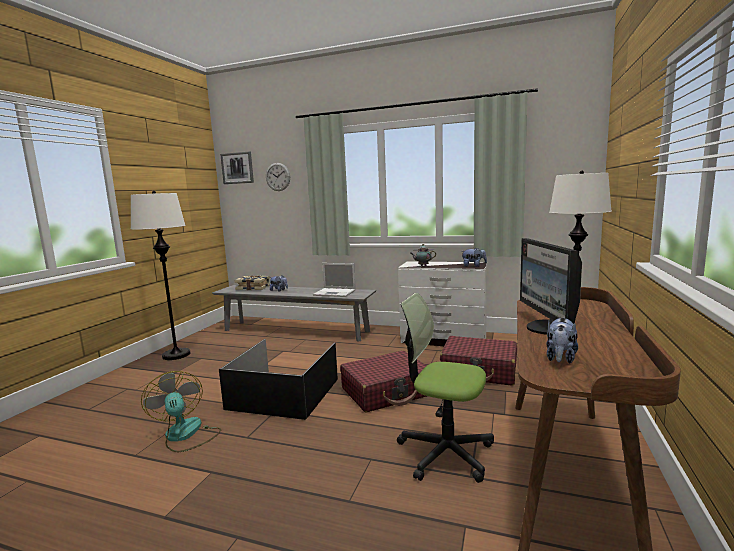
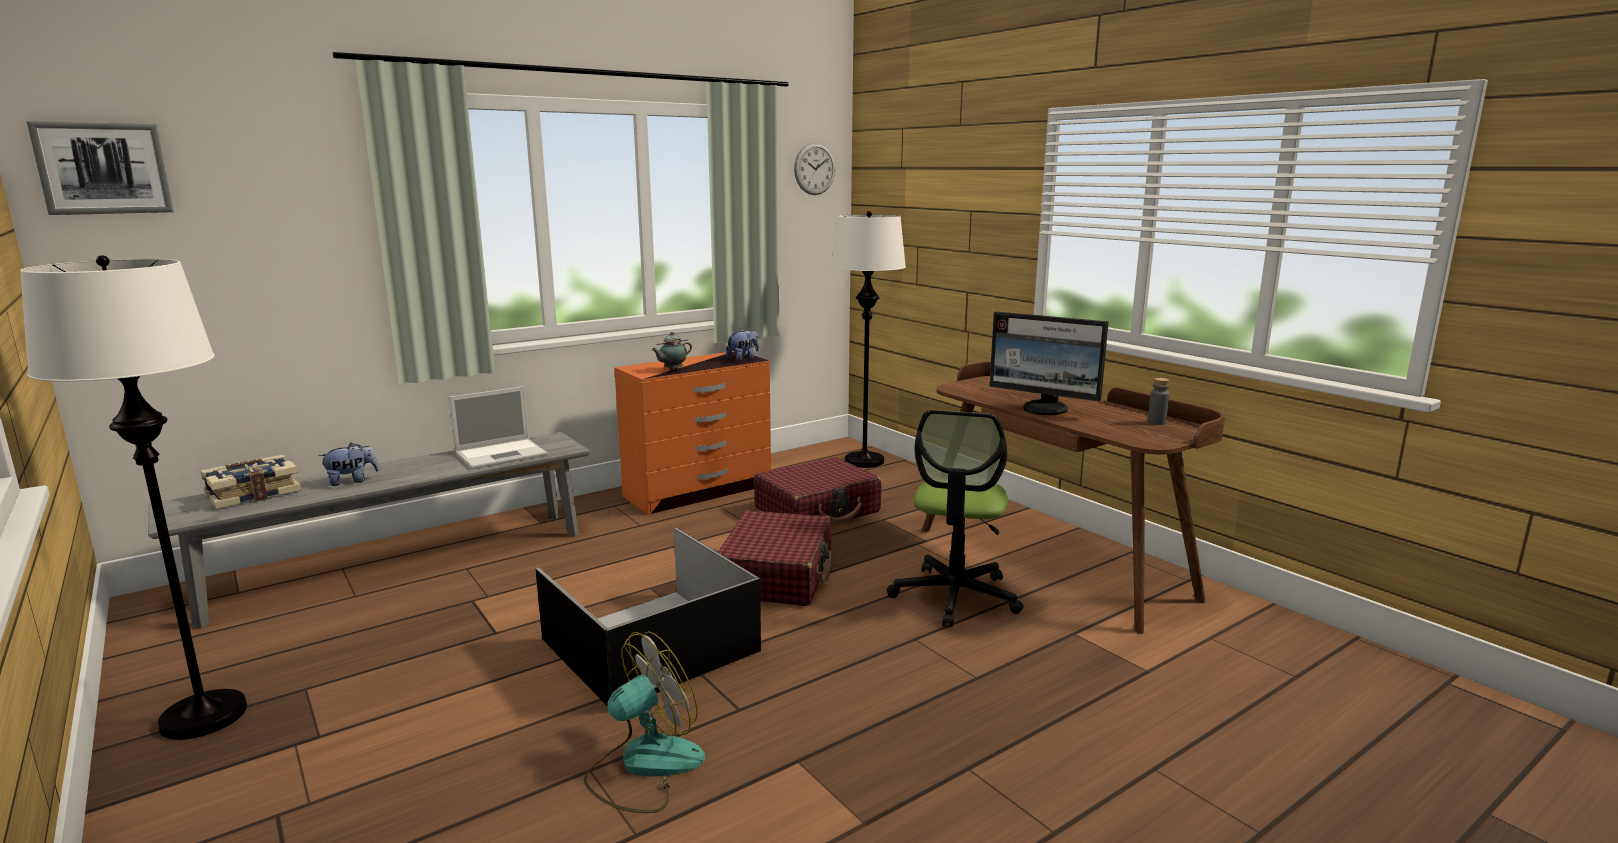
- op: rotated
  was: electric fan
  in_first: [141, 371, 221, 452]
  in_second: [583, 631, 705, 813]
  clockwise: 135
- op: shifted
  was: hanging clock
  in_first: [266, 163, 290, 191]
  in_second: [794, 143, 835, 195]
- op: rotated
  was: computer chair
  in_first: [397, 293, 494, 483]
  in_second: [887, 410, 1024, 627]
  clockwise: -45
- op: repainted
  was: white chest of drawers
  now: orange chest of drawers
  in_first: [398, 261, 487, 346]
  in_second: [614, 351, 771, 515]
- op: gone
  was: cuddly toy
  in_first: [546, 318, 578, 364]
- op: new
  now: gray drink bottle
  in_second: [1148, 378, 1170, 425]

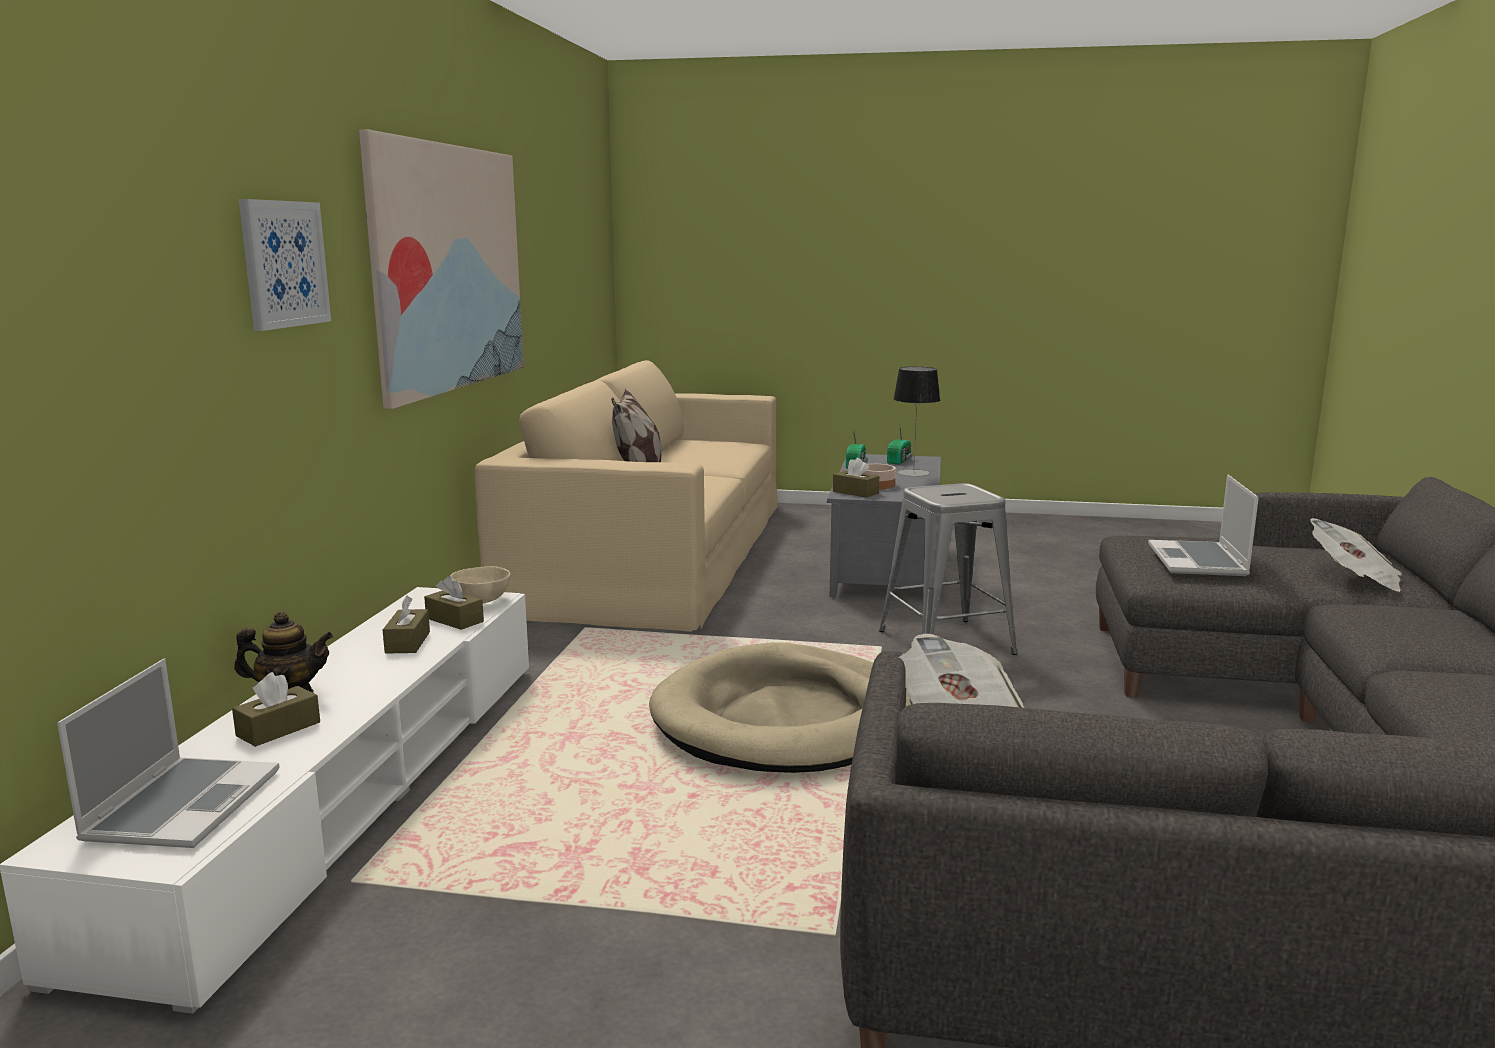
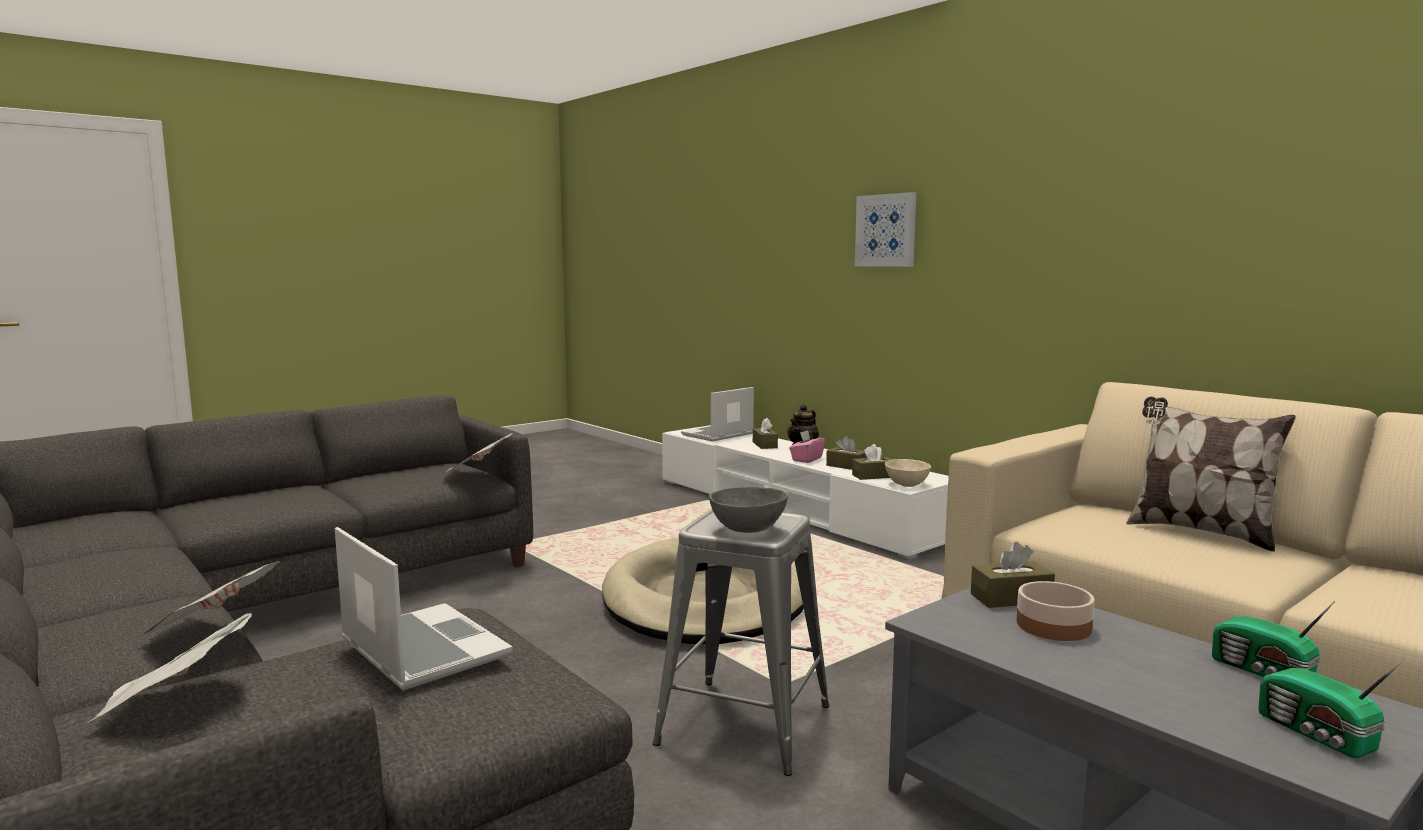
- op: rotated
  was: notebook computer
  in_first: [57, 659, 279, 848]
  in_second: [681, 387, 754, 442]
  clockwise: 90
- op: gone
  was: wall art
  in_first: [359, 130, 524, 409]
- op: gone
  was: table lamp
  in_first: [893, 367, 940, 476]
- op: new
  now: printed paper
  in_second: [137, 561, 280, 638]
- op: new
  now: gray serving bowl
  in_second: [709, 487, 788, 533]
- op: new
  now: pinkish box of tissues
  in_second: [789, 430, 825, 463]

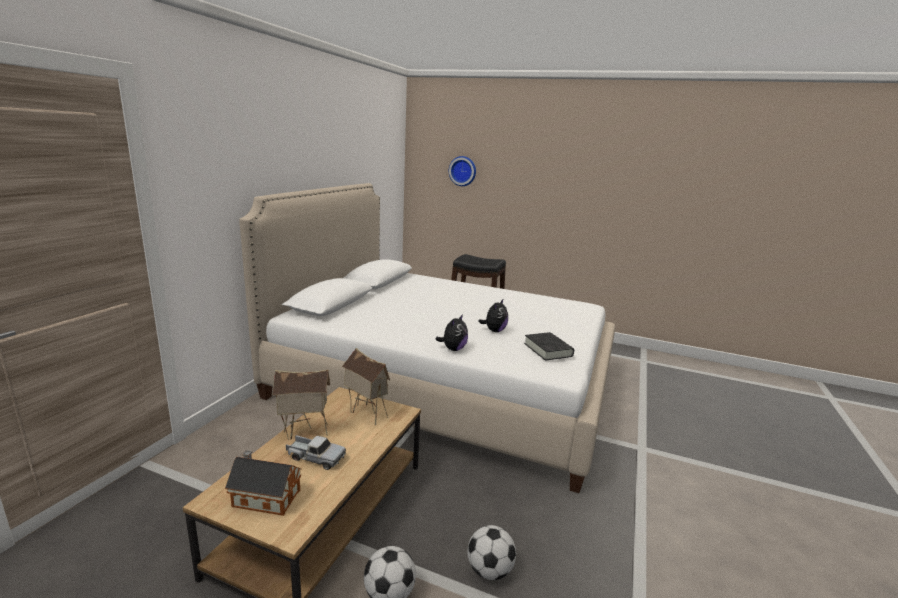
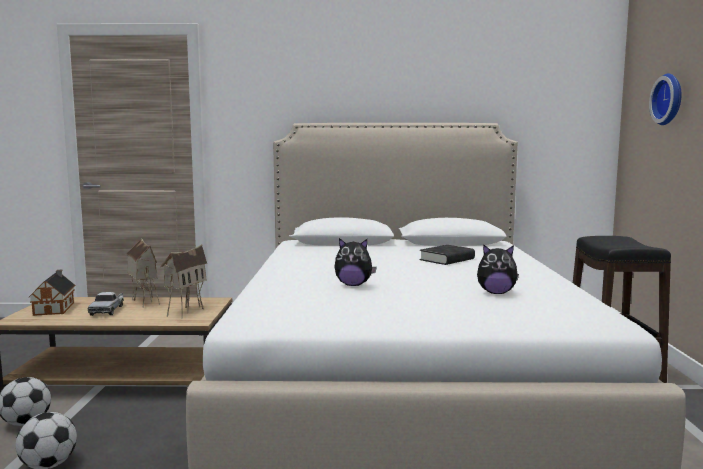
- op: shifted
  was: cuddly toy
  in_first: [436, 314, 468, 351]
  in_second: [477, 244, 519, 294]
- op: shifted
  was: blackish bound book
  in_first: [524, 332, 574, 361]
  in_second: [420, 245, 475, 265]

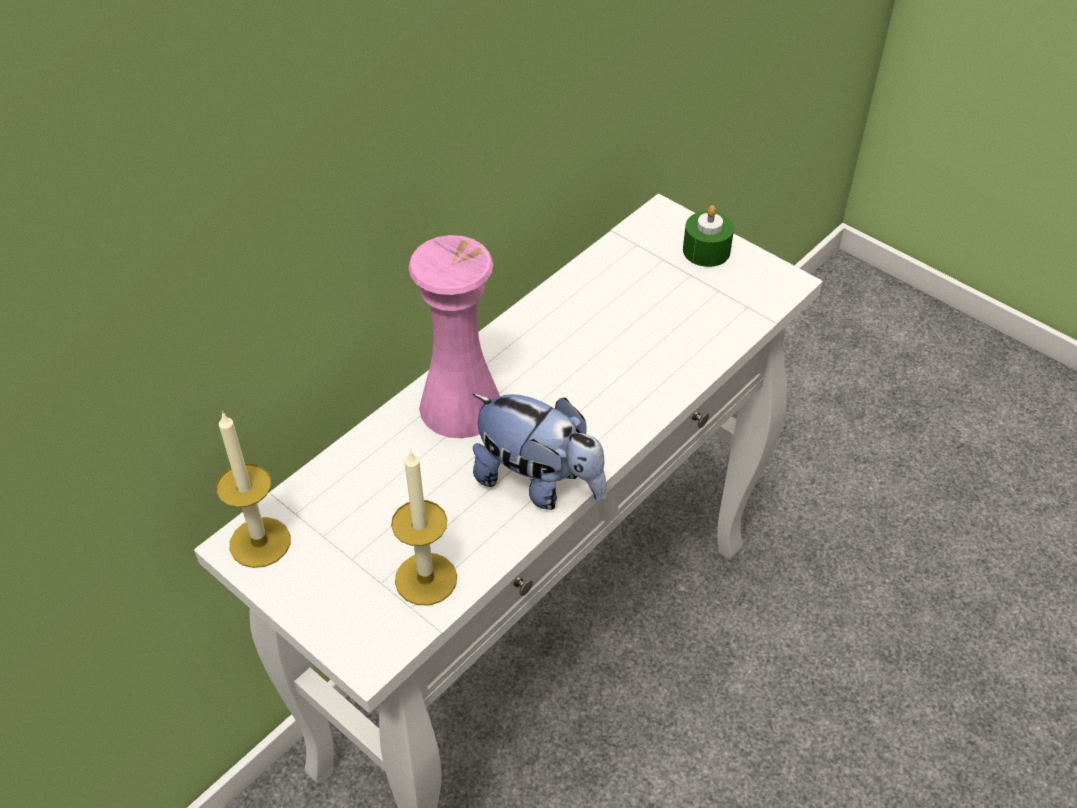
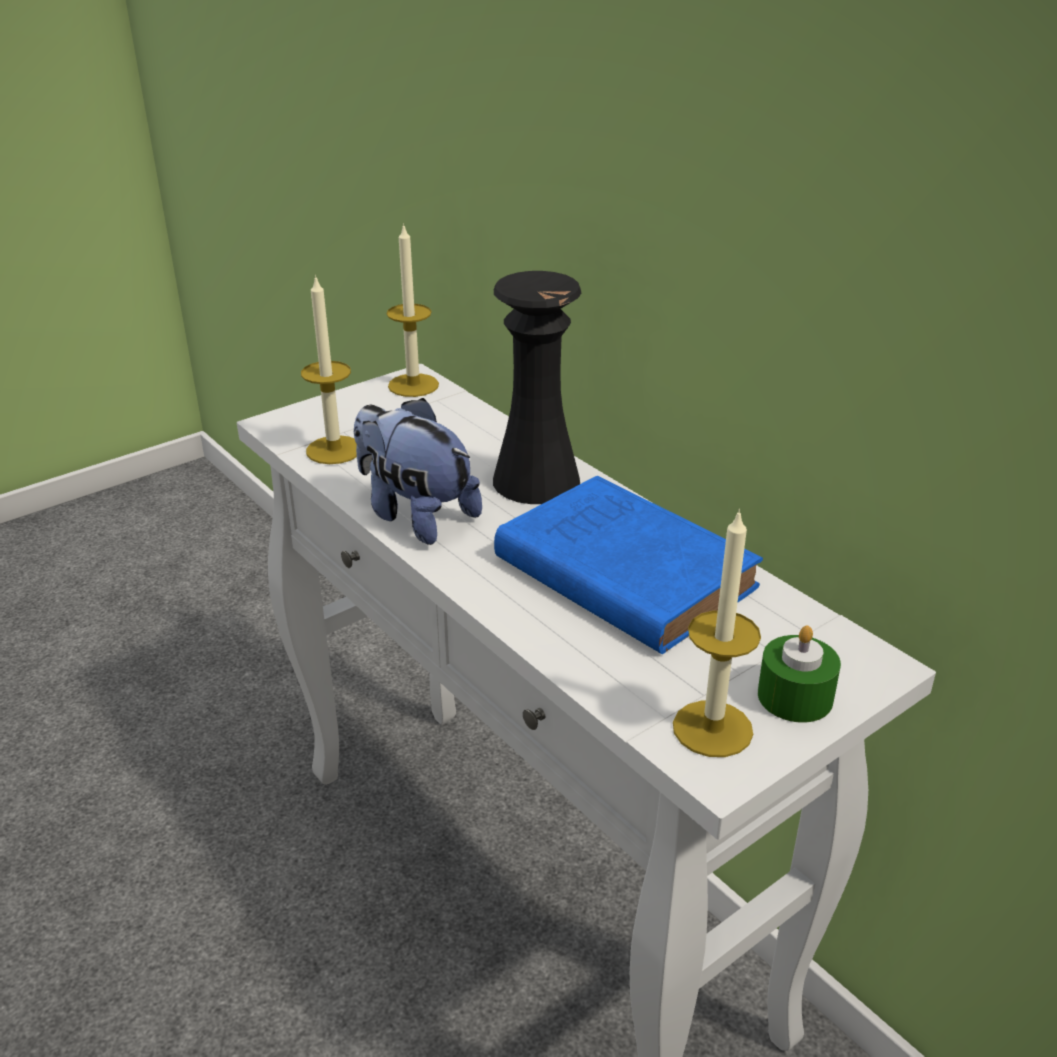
- op: repainted
  was: pinkish vase
  now: blackish vase
  in_first: [408, 235, 500, 438]
  in_second: [493, 271, 581, 504]
- op: rotated
  was: cuddly toy
  in_first: [473, 394, 606, 510]
  in_second: [354, 398, 482, 545]
  clockwise: 90
- op: new
  now: blue bound book
  in_second: [494, 476, 763, 654]
- op: new
  now: candle
  in_second: [673, 509, 761, 757]

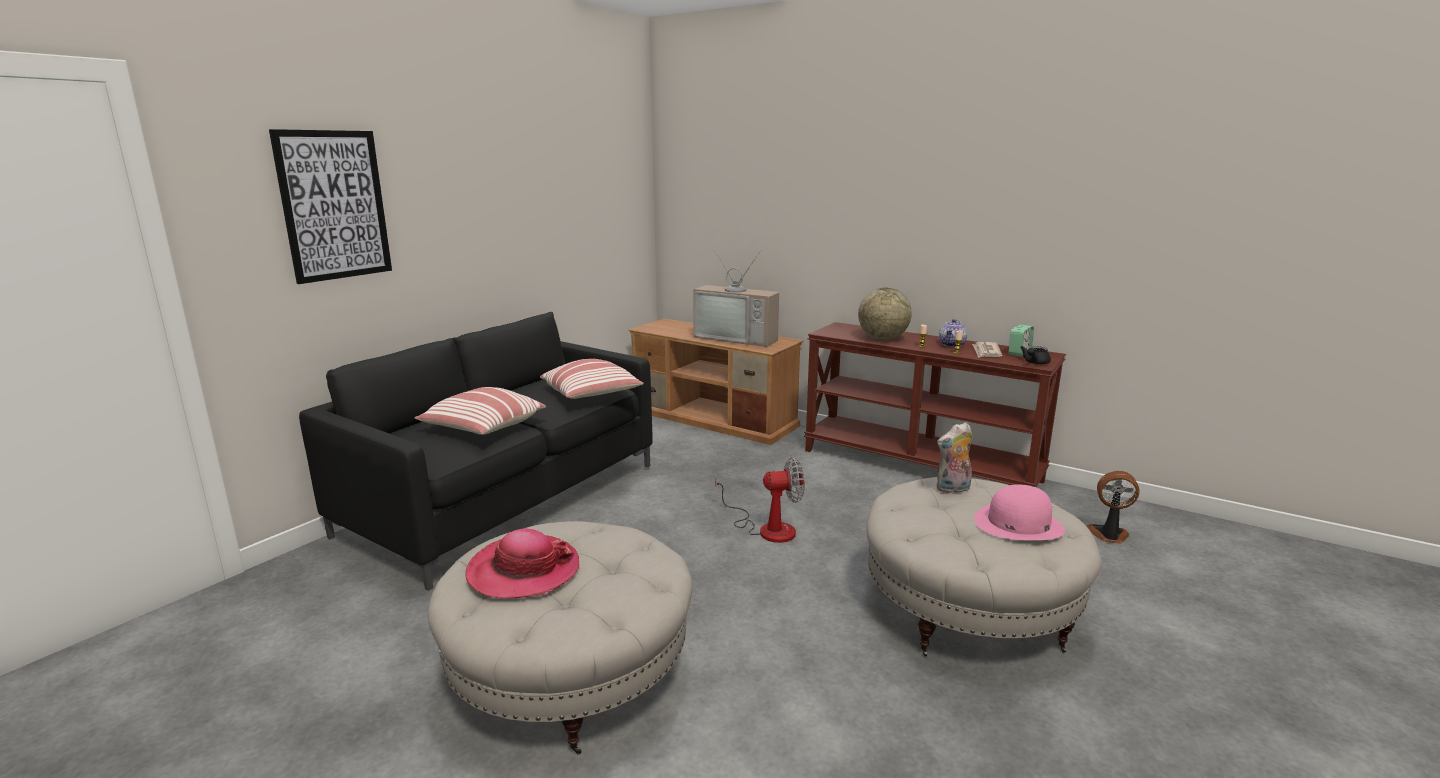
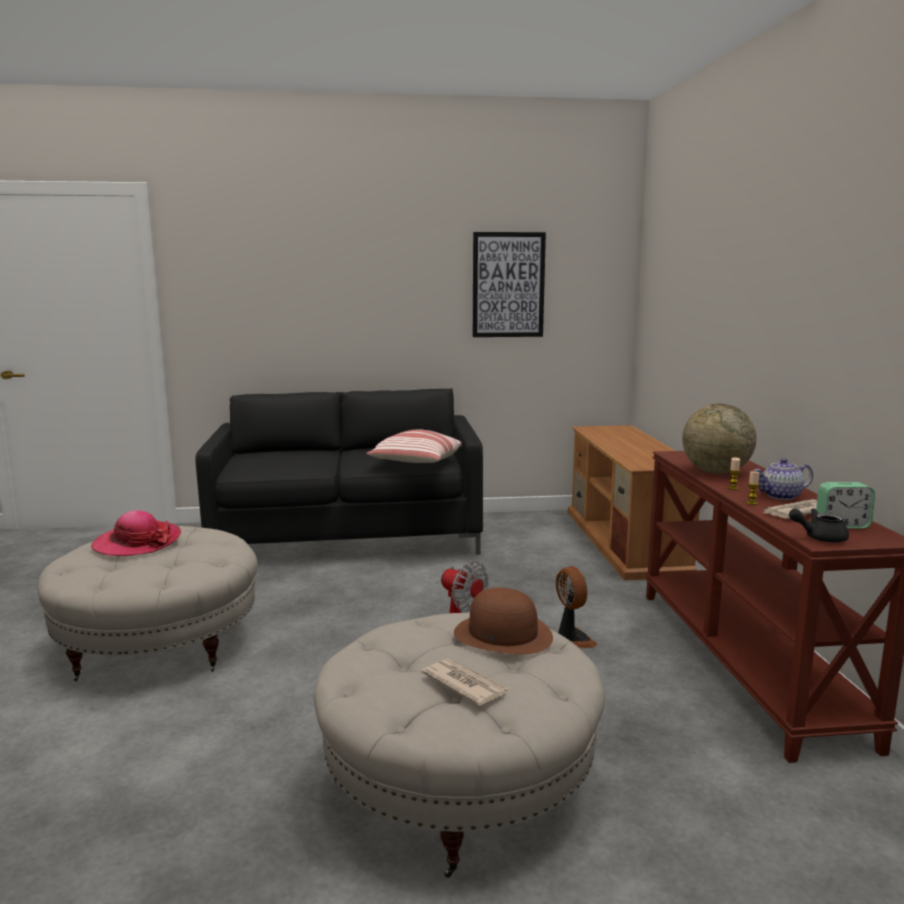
- op: shifted
  was: wall art
  in_first: [269, 129, 392, 284]
  in_second: [473, 232, 546, 337]
- op: gone
  was: pillow
  in_first: [414, 387, 546, 435]
- op: gone
  was: TV set
  in_first: [693, 247, 779, 347]
- op: swapped
  was: cuddly toy
  now: brownish clothing hat
  in_first: [936, 422, 972, 493]
  in_second: [454, 588, 553, 655]
- op: swapped
  was: pinkish clothing hat
  now: printed paper
  in_first: [974, 485, 1065, 540]
  in_second: [422, 659, 509, 706]
- op: shifted
  was: electric fan
  in_first: [1087, 471, 1140, 544]
  in_second: [556, 566, 597, 648]

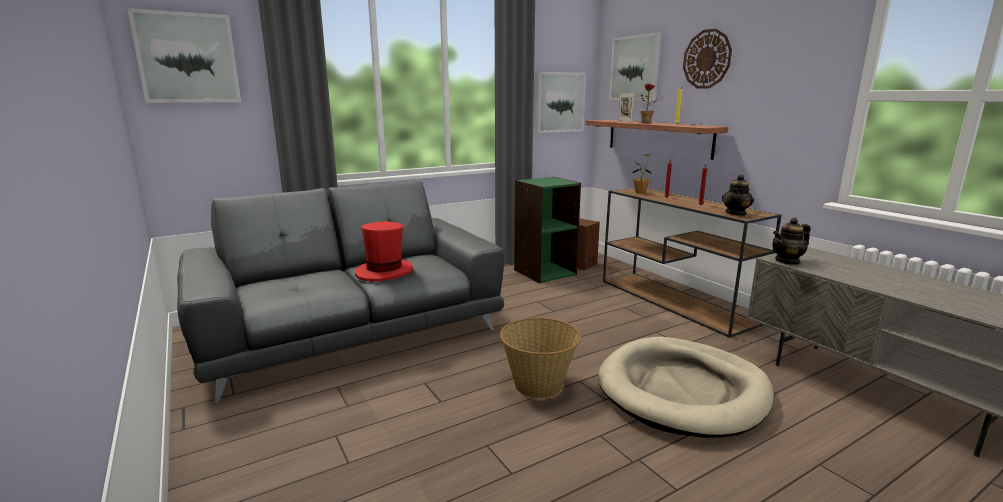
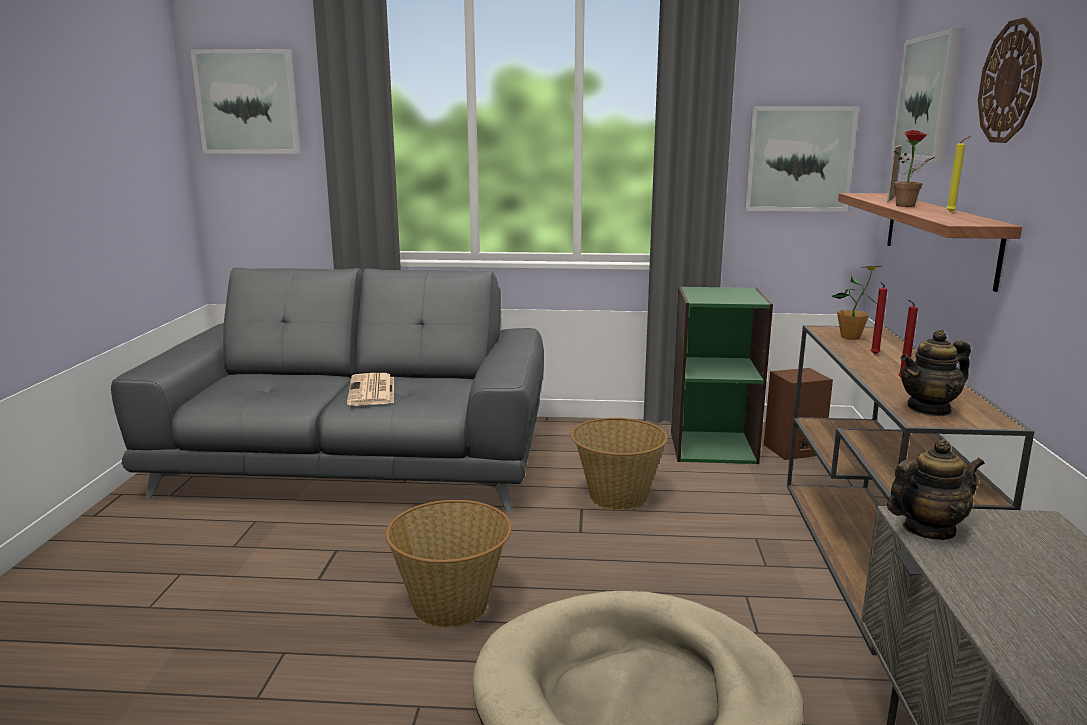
- op: swapped
  was: reddish clothing hat
  now: printed paper
  in_first: [355, 221, 413, 282]
  in_second: [347, 373, 394, 406]
- op: rotated
  was: tea pot
  in_first: [772, 218, 810, 265]
  in_second: [887, 439, 985, 540]
  clockwise: 150
- op: new
  now: household basket
  in_second: [571, 418, 668, 510]

